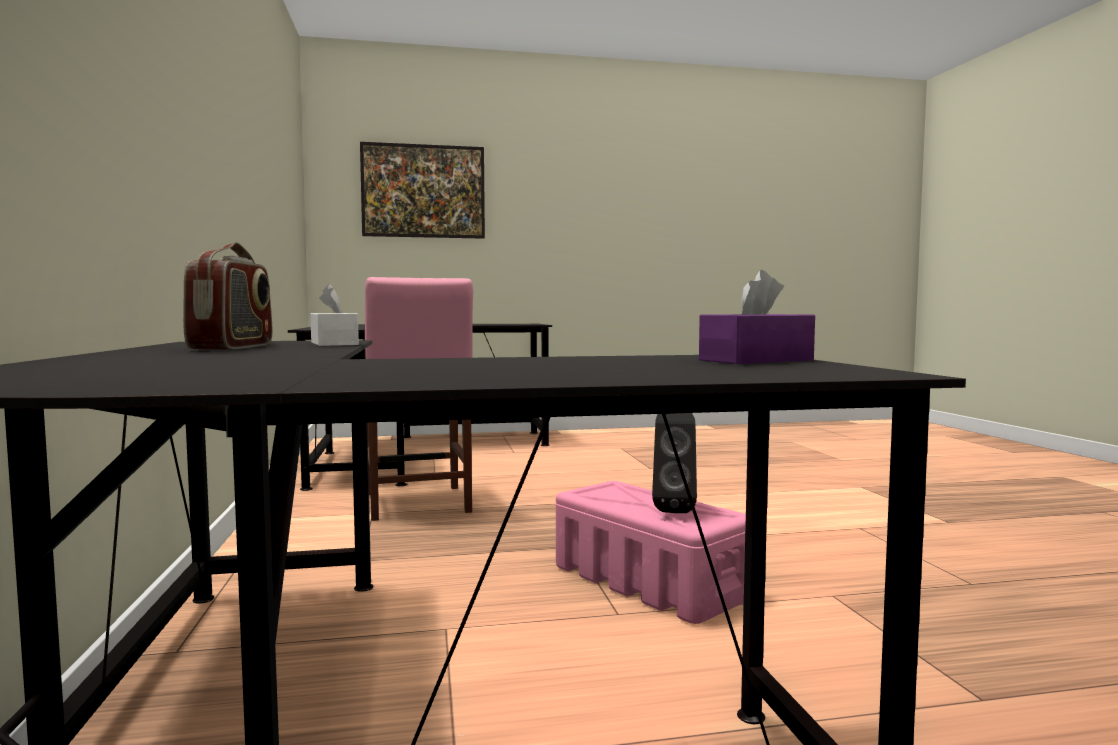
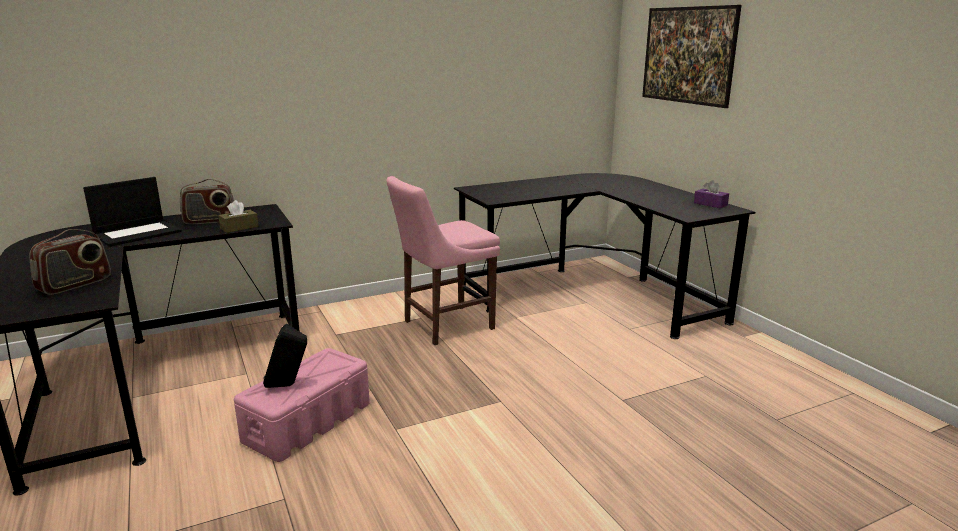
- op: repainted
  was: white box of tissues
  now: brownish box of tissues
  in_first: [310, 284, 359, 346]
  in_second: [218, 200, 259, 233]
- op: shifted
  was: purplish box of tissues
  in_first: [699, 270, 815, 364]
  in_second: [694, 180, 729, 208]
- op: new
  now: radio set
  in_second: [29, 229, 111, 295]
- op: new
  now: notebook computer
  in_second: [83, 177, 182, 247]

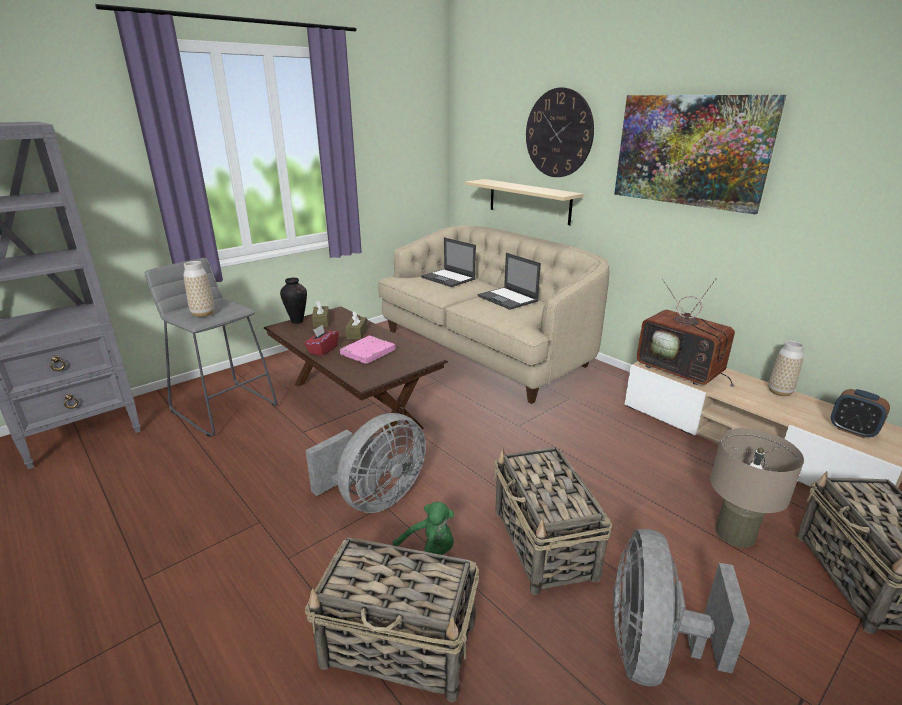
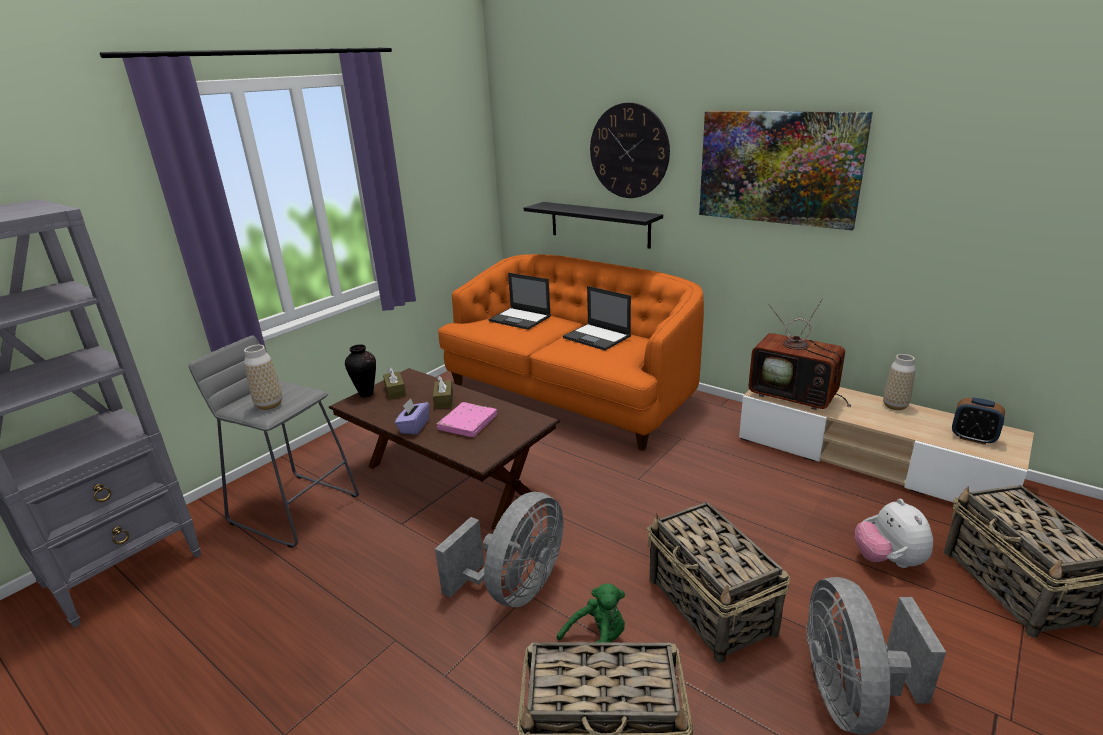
- op: repainted
  was: reddish box of tissues
  now: purplish box of tissues
  in_first: [304, 325, 339, 356]
  in_second: [395, 398, 429, 435]
- op: repainted
  was: beige sofa
  now: orange sofa
  in_first: [378, 225, 609, 404]
  in_second: [438, 254, 704, 451]
- op: repainted
  was: beige bracket shelf
  now: blackish bracket shelf
  in_first: [465, 179, 584, 225]
  in_second: [524, 202, 663, 249]
- op: swapped
  was: beige table lamp
  now: cuddly toy
  in_first: [710, 428, 804, 548]
  in_second: [855, 499, 933, 568]

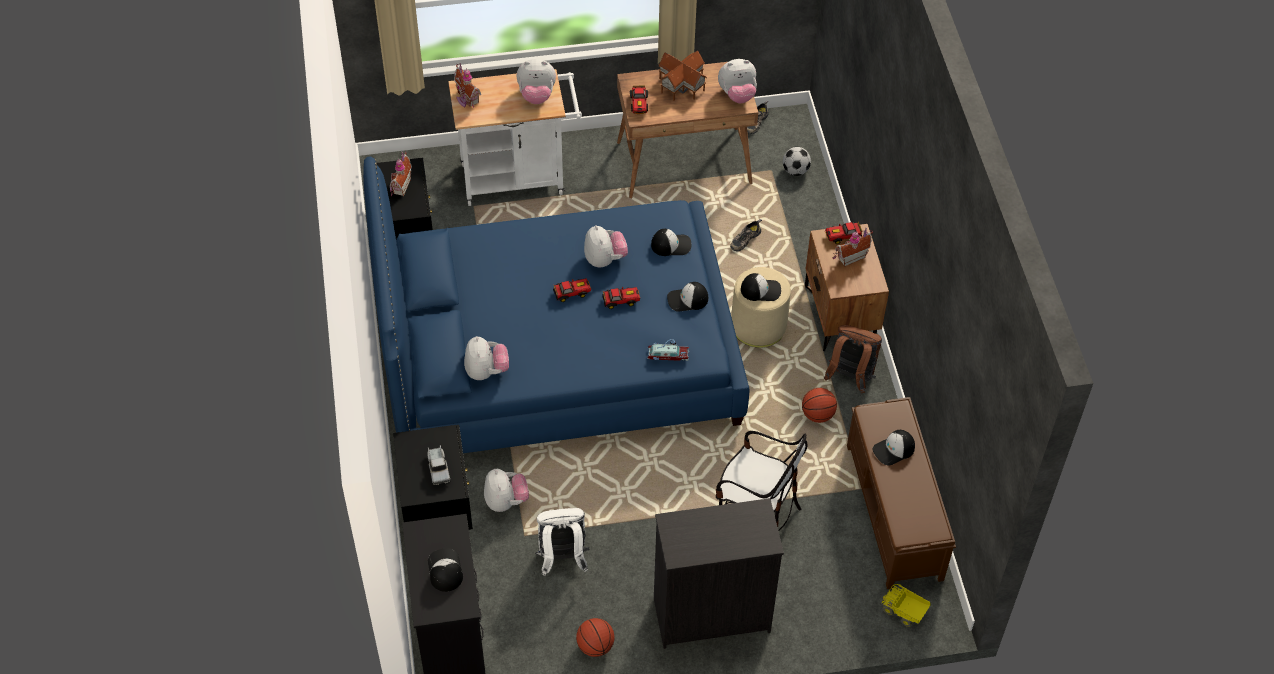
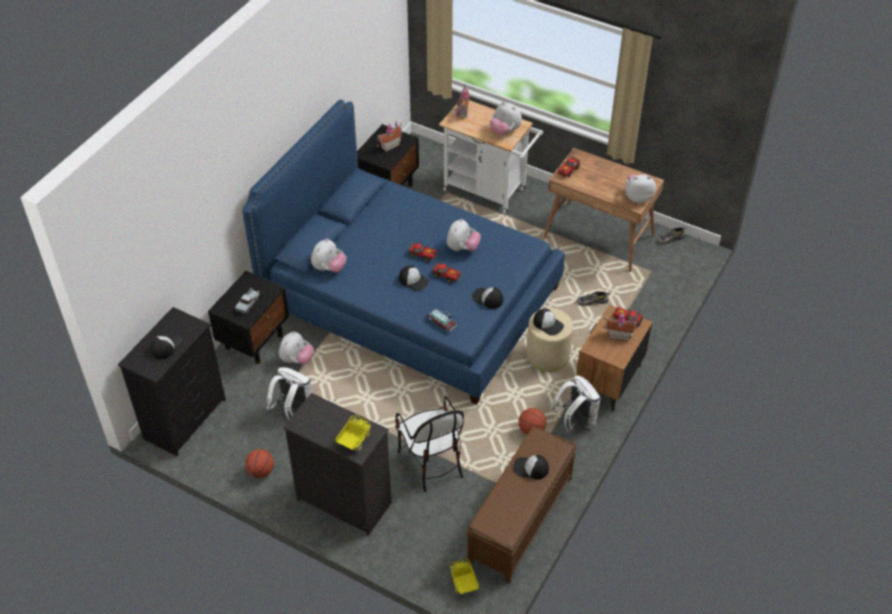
- op: shifted
  was: cap
  in_first: [651, 229, 692, 256]
  in_second: [399, 265, 429, 291]
- op: gone
  was: miniature house
  in_first: [658, 51, 707, 101]
- op: rotated
  was: cuddly toy
  in_first: [718, 59, 757, 103]
  in_second: [625, 174, 656, 203]
  clockwise: 150
- op: gone
  was: ball for football
  in_first: [783, 147, 811, 176]
- op: repainted
  was: brownish backpack
  now: white backpack
  in_first: [824, 325, 882, 393]
  in_second: [551, 375, 601, 433]
- op: new
  now: model truck
  in_second: [335, 415, 371, 452]

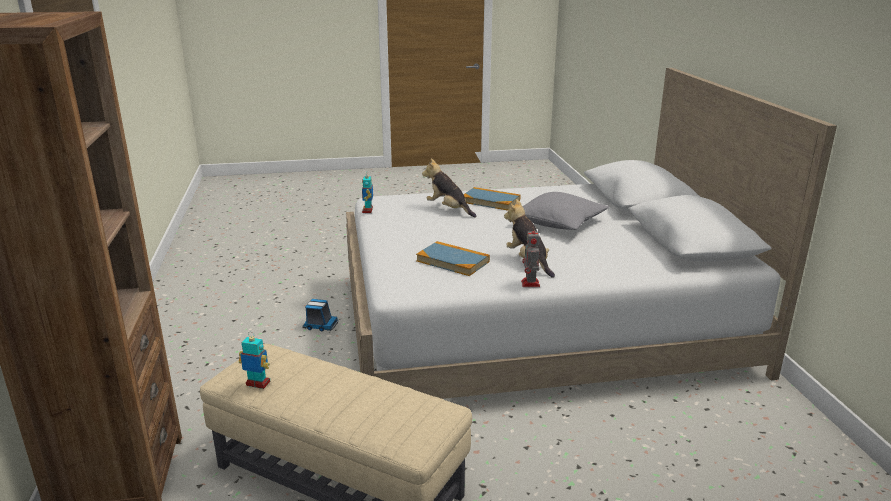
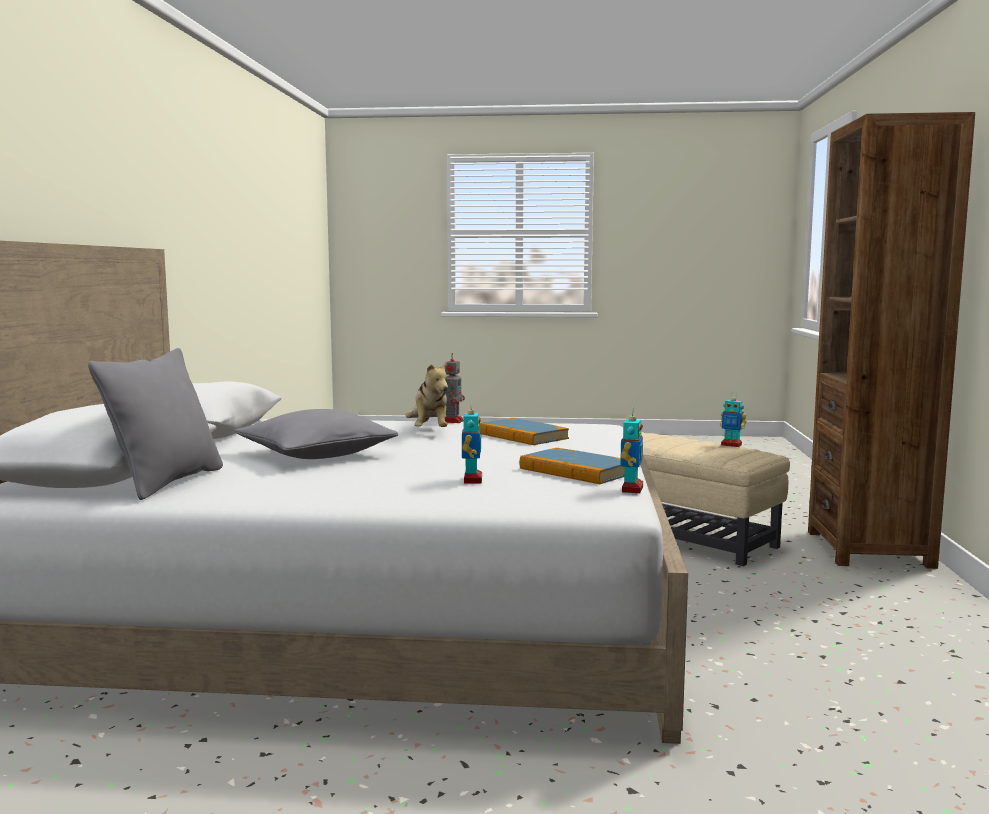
- op: gone
  was: model truck
  in_first: [303, 299, 338, 331]
- op: swapped
  was: cuddly toy
  now: toy robot
  in_first: [422, 159, 477, 218]
  in_second: [462, 409, 482, 484]
- op: shifted
  was: bound book
  in_first: [464, 187, 520, 210]
  in_second: [520, 448, 625, 484]
- op: new
  now: gray pillow
  in_second: [88, 348, 223, 500]

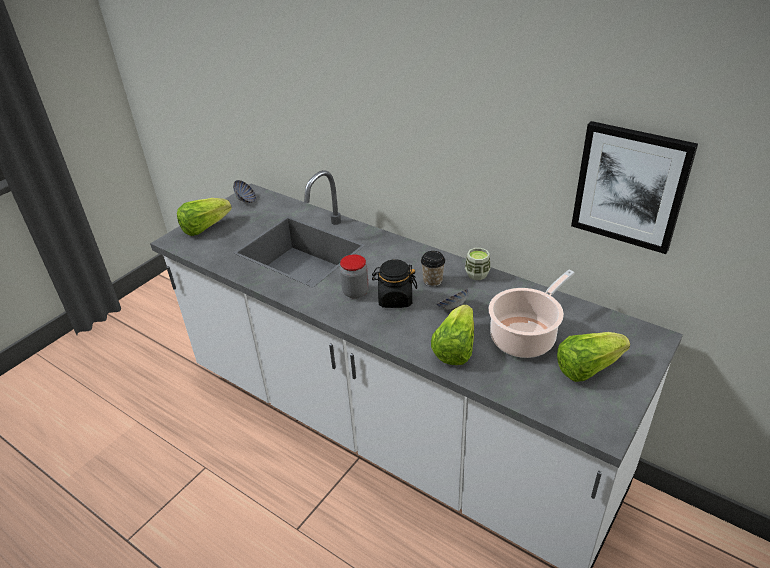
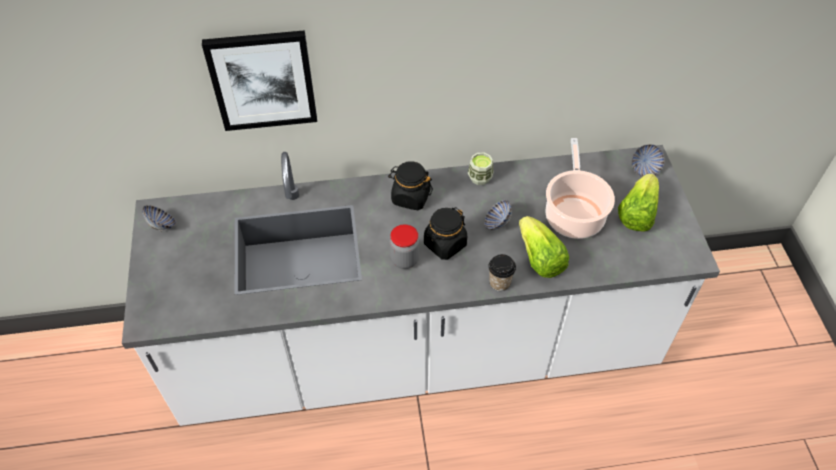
- op: gone
  was: head of lettuce
  in_first: [177, 198, 232, 236]
- op: shifted
  was: cup
  in_first: [421, 251, 445, 287]
  in_second: [489, 254, 516, 291]
- op: shifted
  was: wall art
  in_first: [571, 121, 698, 254]
  in_second: [202, 30, 317, 131]
- op: new
  now: blackish storage jar
  in_second: [388, 161, 433, 210]
- op: new
  now: serving bowl
  in_second: [632, 144, 665, 177]

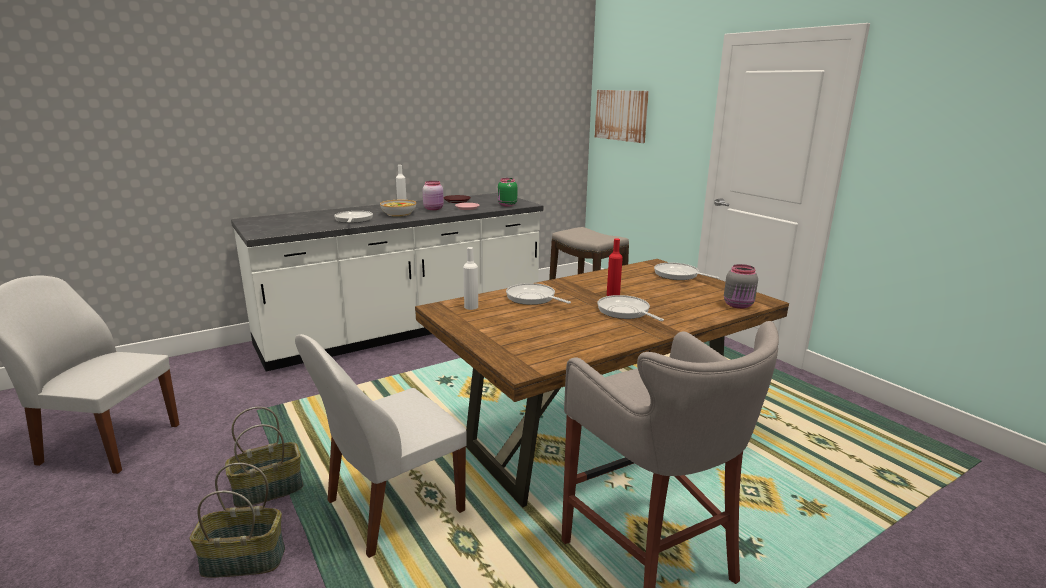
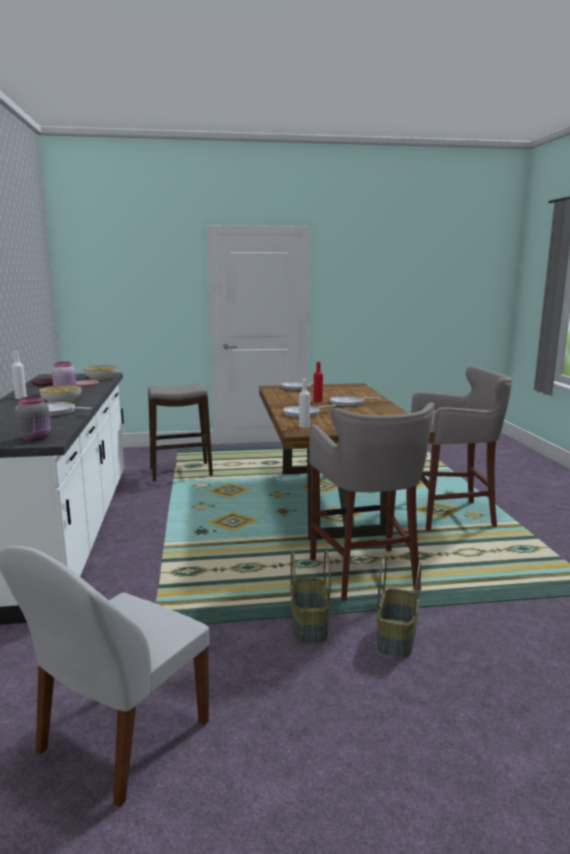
- op: swapped
  was: white chair
  now: gray stool
  in_first: [295, 334, 467, 558]
  in_second: [309, 403, 435, 601]
- op: swapped
  was: greenish storage jar
  now: serving bowl
  in_first: [498, 178, 517, 206]
  in_second: [83, 365, 117, 380]
- op: gone
  was: wall art
  in_first: [595, 90, 649, 143]
- op: shifted
  was: gray storage jar
  in_first: [724, 264, 758, 309]
  in_second: [15, 396, 51, 441]

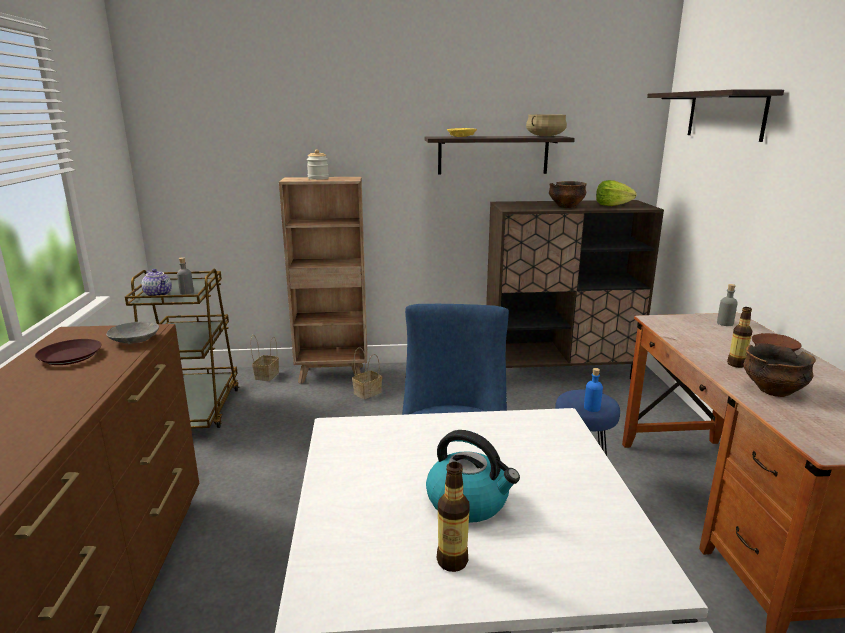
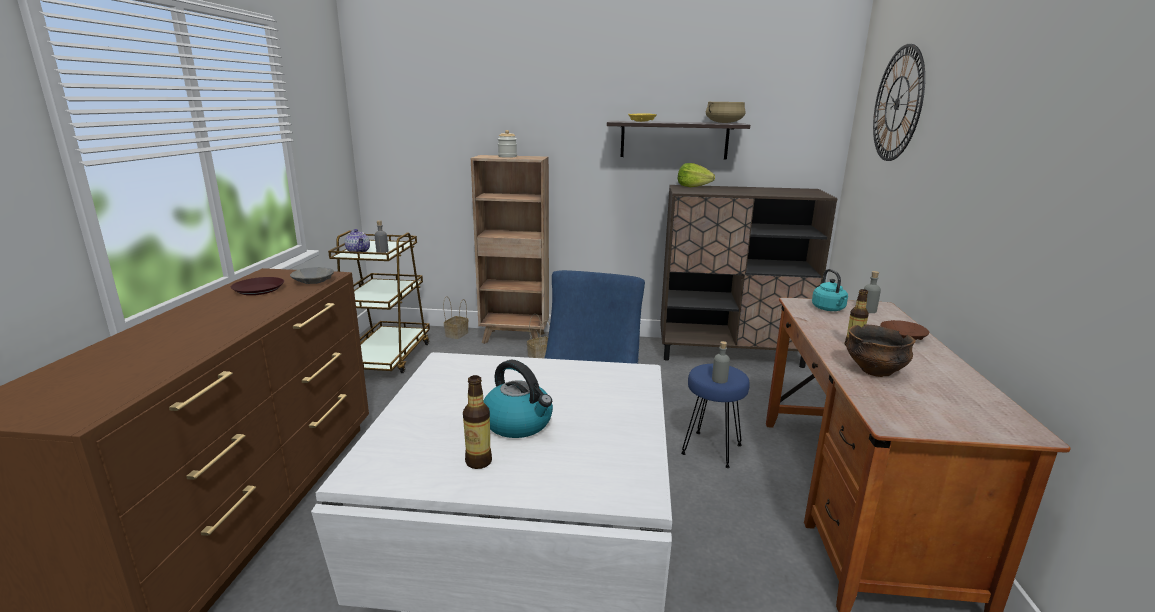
- op: gone
  was: serving bowl
  in_first: [549, 181, 587, 208]
- op: repainted
  was: blue drink bottle
  now: gray drink bottle
  in_first: [584, 368, 603, 412]
  in_second: [712, 341, 730, 384]
- op: shifted
  was: head of lettuce
  in_first: [596, 180, 636, 206]
  in_second: [678, 163, 715, 187]
- op: swapped
  was: bracket shelf
  now: hanging clock
  in_first: [647, 90, 784, 142]
  in_second: [873, 44, 925, 161]
- op: new
  now: turquoise-coloured kettle
  in_second: [812, 269, 848, 311]

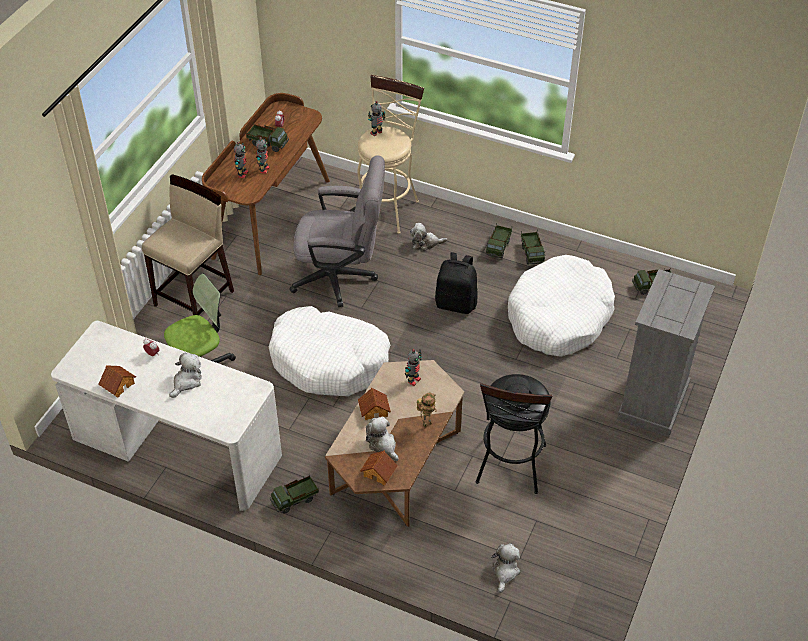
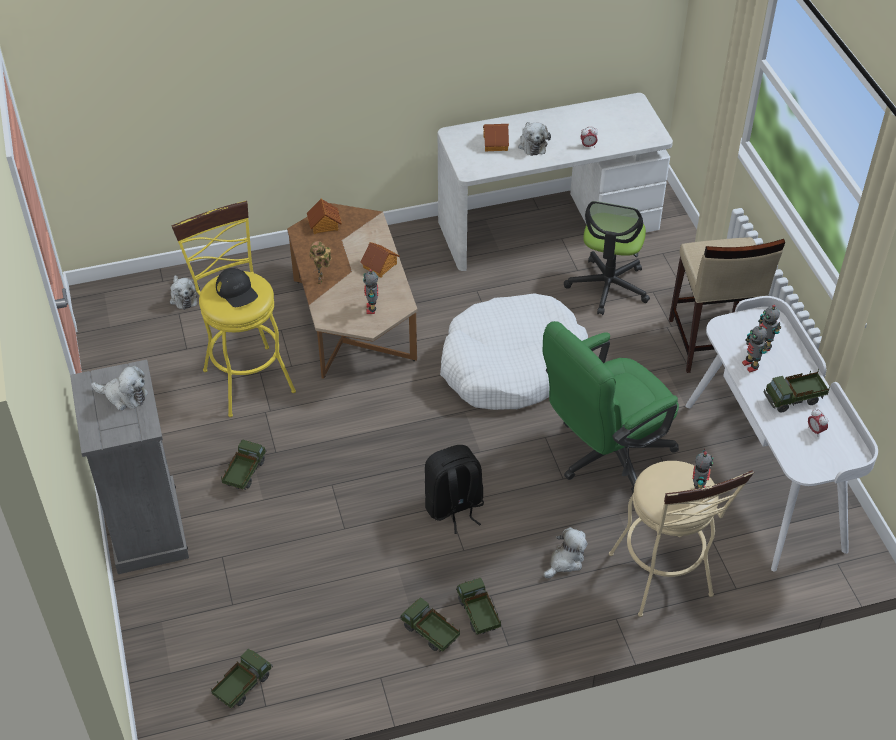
- op: shifted
  was: miniature house
  in_first: [98, 365, 136, 397]
  in_second: [483, 124, 509, 152]
- op: repainted
  was: brownish desk table
  now: white desk table
  in_first: [202, 93, 330, 275]
  in_second: [686, 296, 878, 572]
- op: shifted
  was: model truck
  in_first: [270, 473, 319, 514]
  in_second: [221, 439, 266, 490]
- op: repainted
  was: gray computer chair
  now: greenish computer chair
  in_first: [289, 156, 385, 307]
  in_second: [543, 321, 679, 493]
- op: shifted
  was: cuddly toy
  in_first: [366, 417, 398, 461]
  in_second: [91, 365, 148, 411]
- op: repainted
  was: blackish stool
  now: yellow-coloured stool
  in_first: [476, 374, 552, 494]
  in_second: [172, 201, 296, 417]
- op: gone
  was: white dog cushion
  in_first: [508, 255, 615, 356]

